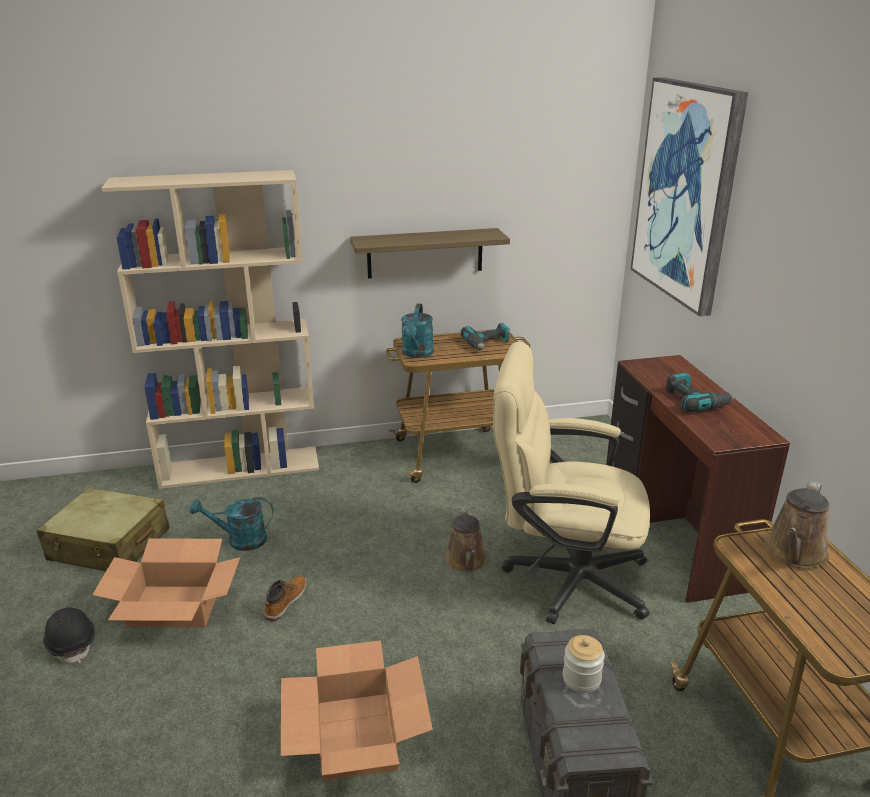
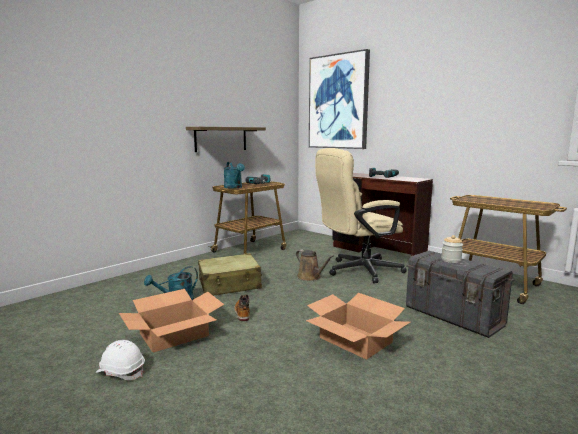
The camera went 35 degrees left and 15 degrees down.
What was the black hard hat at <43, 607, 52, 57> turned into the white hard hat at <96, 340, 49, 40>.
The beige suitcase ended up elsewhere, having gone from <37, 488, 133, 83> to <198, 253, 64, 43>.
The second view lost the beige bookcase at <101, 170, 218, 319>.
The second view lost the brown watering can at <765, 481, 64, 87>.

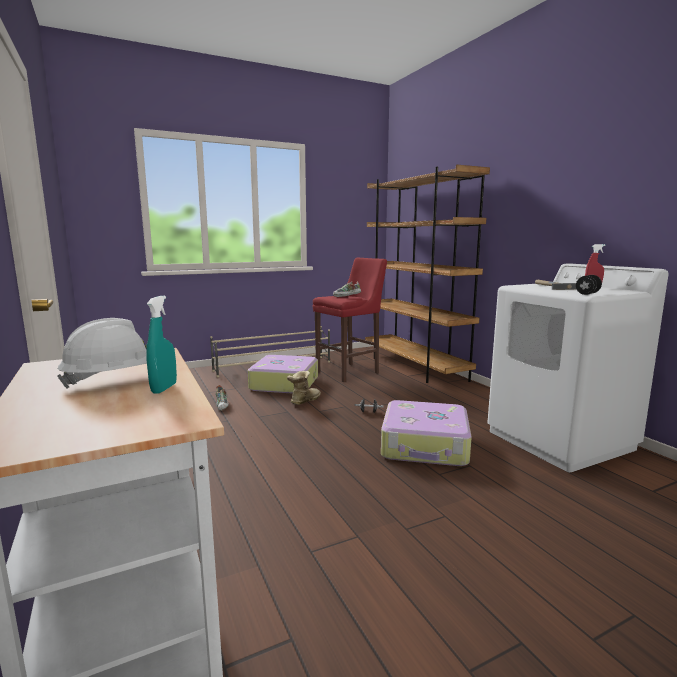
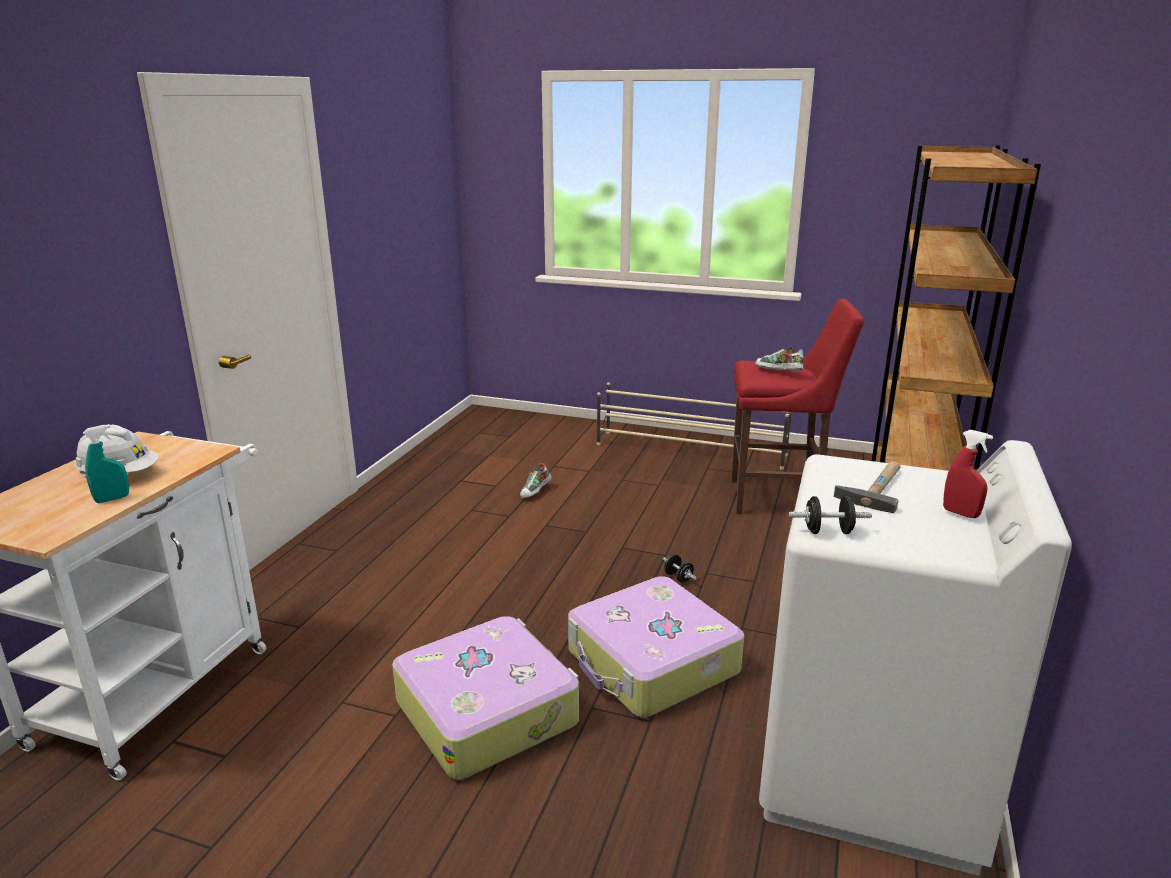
The camera went 45 degrees right and 10 degrees up.
The suitcase ended up elsewhere, having gone from <248, 355, 70, 39> to <392, 616, 187, 164>.
The second view lost the boot at <287, 371, 34, 34>.

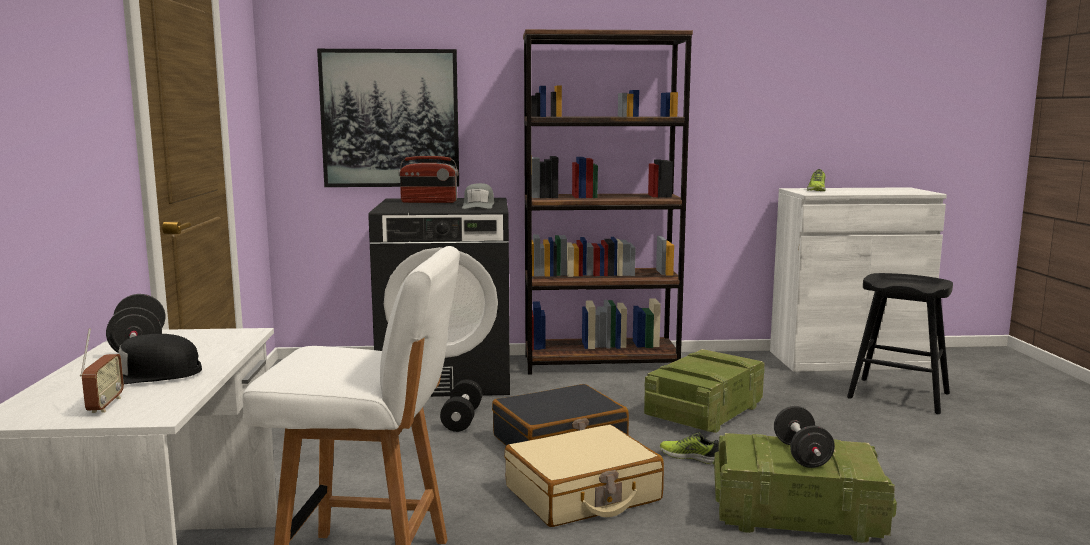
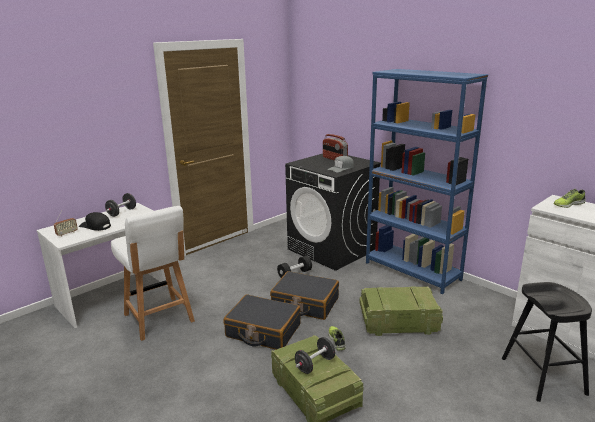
The camera went 50 degrees right and 10 degrees up.
What was the beige suitcase at <505, 424, 159, 103> turned into the black suitcase at <223, 294, 78, 56>.
What was the brown bookcase at <523, 29, 170, 346> turned into the blue bookcase at <366, 69, 122, 225>.
The second view lost the picture at <317, 49, 142, 138>.

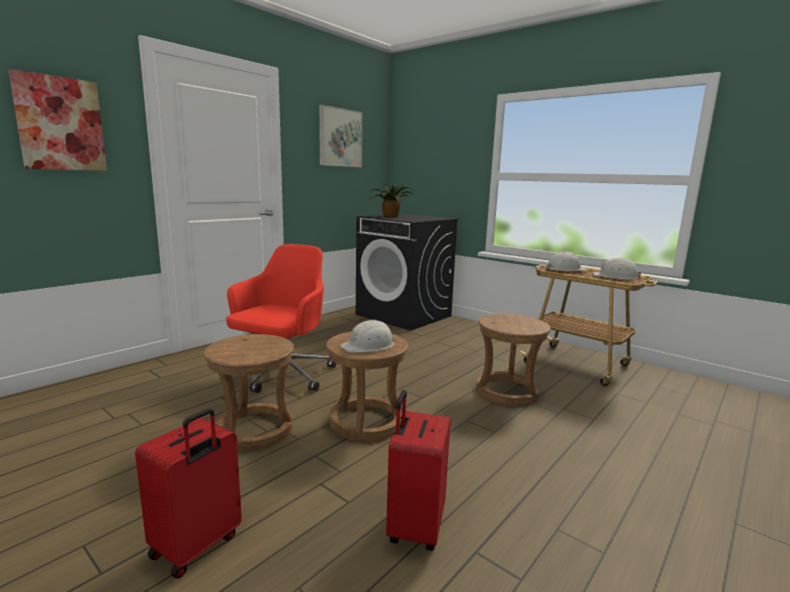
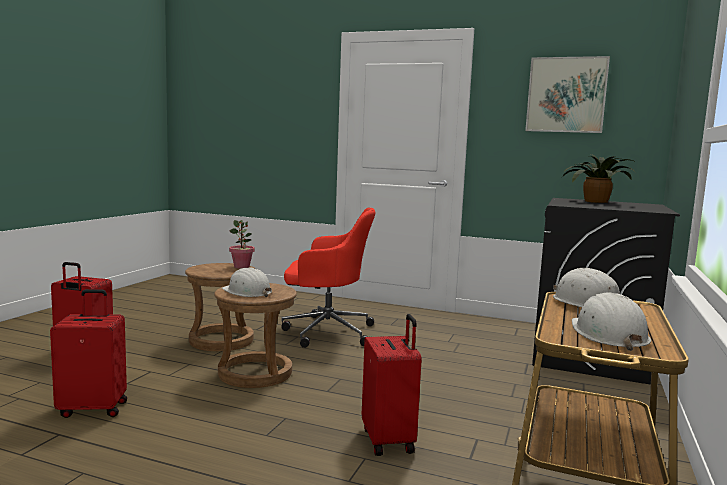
The camera went 70 degrees right and 5 degrees down.
The second view gained the potted plant at <229, 220, 26, 49>.
Where the brown stool stood at <476, 314, 75, 92>, the red suitcase came to stand at <362, 314, 60, 142>.
The second view lost the picture at <9, 69, 98, 102>.

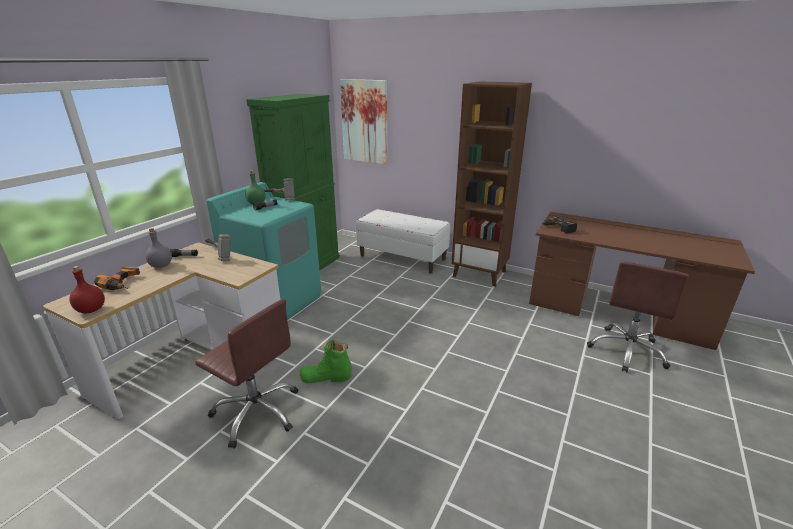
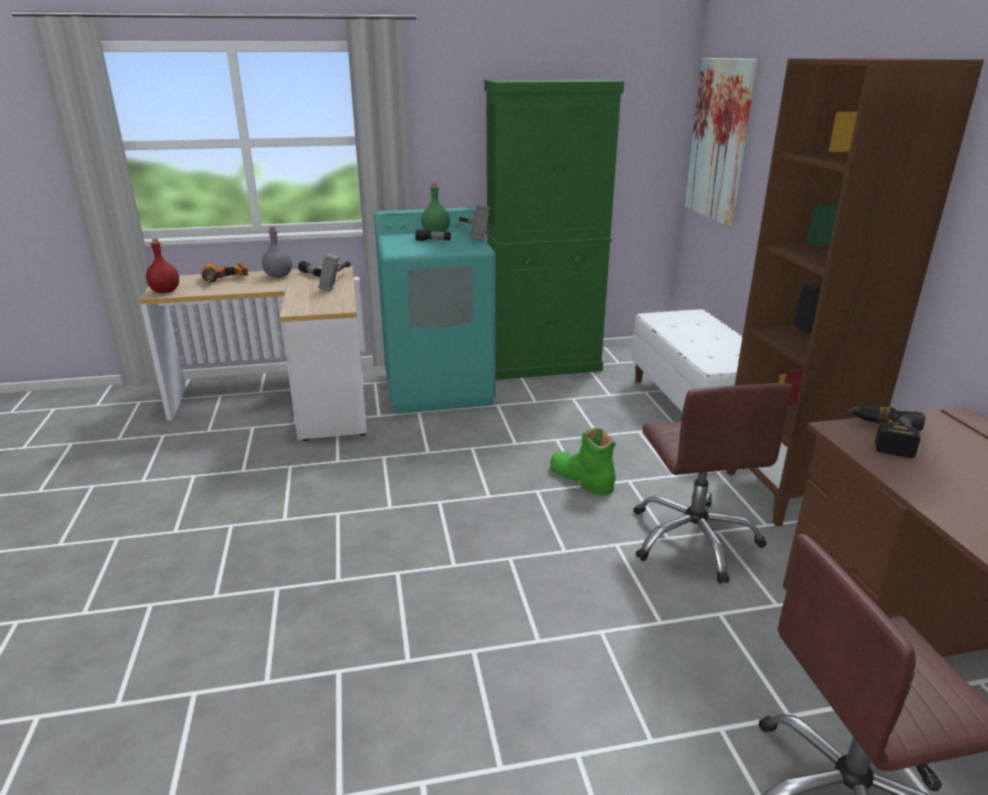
The camera went 50 degrees right and 0 degrees up.
The green boot ended up elsewhere, having gone from <300, 340, 52, 43> to <550, 428, 66, 67>.
The brown office chair ended up elsewhere, having gone from <195, 299, 103, 150> to <634, 383, 159, 201>.

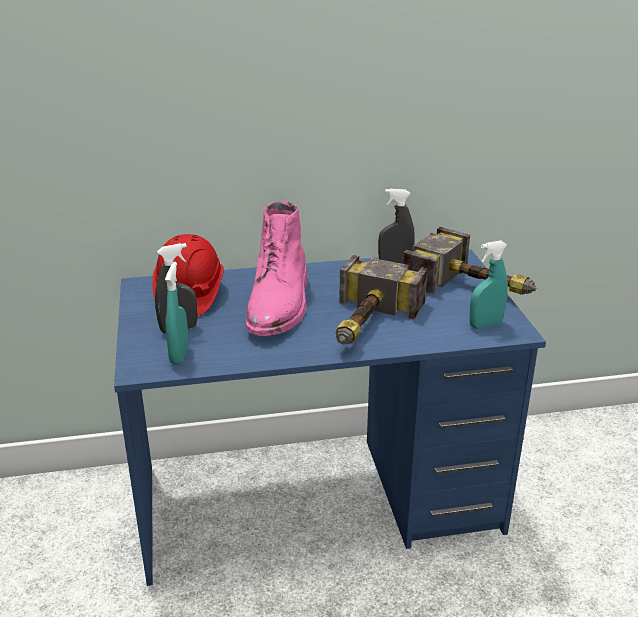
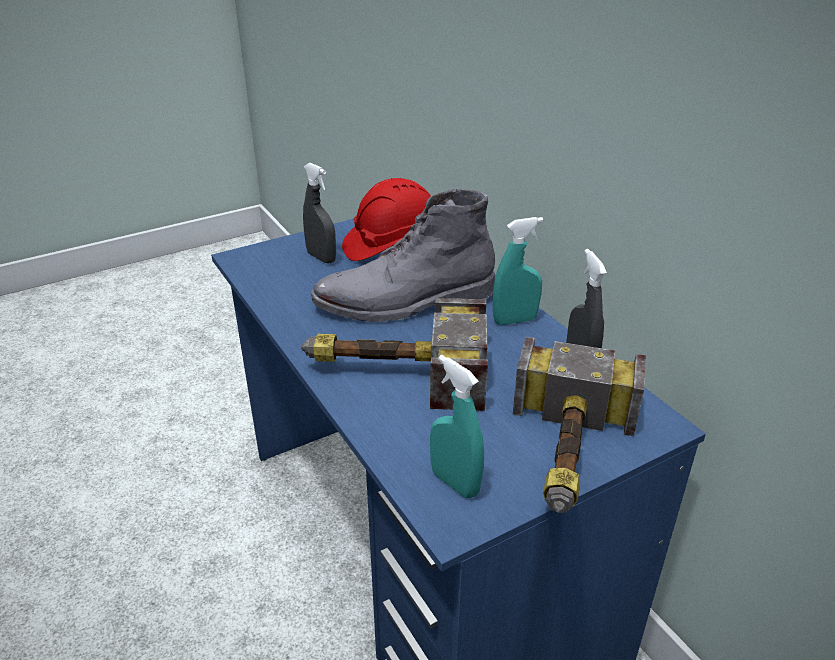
The camera went 70 degrees right and 5 degrees up.
What was the pink boot at <245, 201, 62, 135> turned into the grey boot at <311, 189, 184, 133>.
The turquoise spray bottle ended up elsewhere, having gone from <165, 262, 24, 103> to <493, 217, 50, 108>.

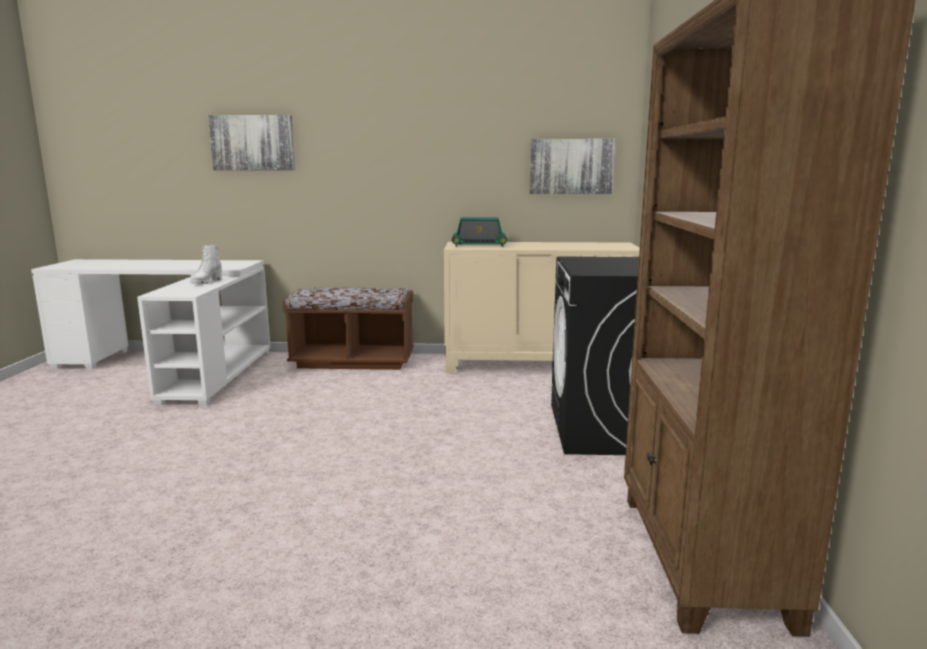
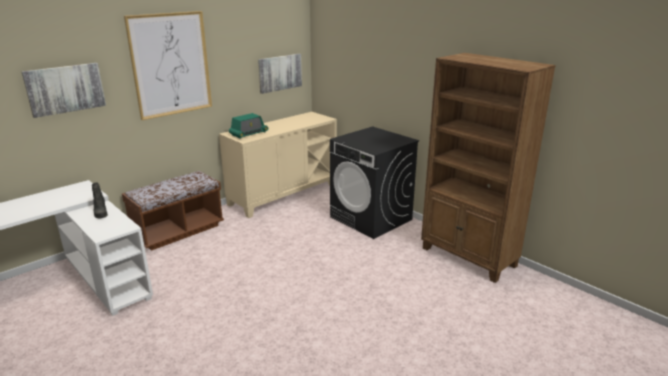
The camera went 45 degrees left and 10 degrees up.
What was the white boot at <190, 245, 32, 38> turned into the black boot at <92, 182, 16, 37>.
The second view gained the picture at <124, 11, 88, 109>.

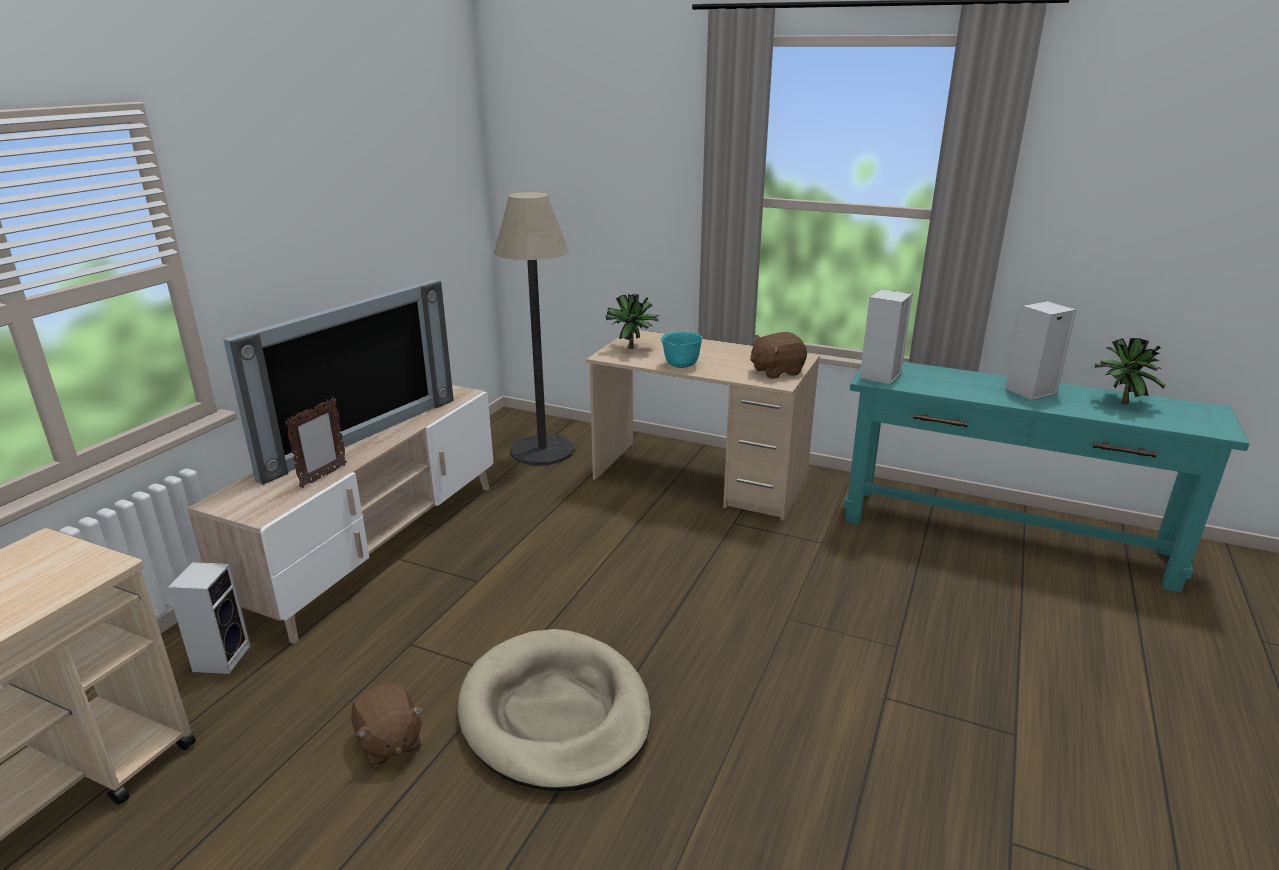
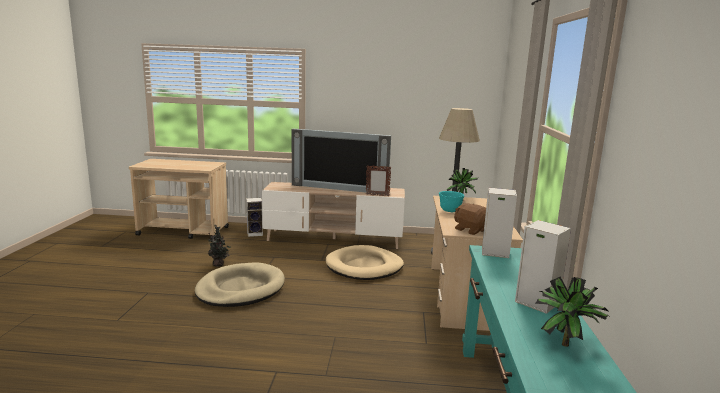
The camera went 70 degrees right and 10 degrees down.
Where the brown plush toy stood at <351, 684, 72, 82>, the potted plant came to stand at <208, 225, 23, 42>.
The second view gained the beige dog bed at <326, 245, 78, 35>.
The picture frame ended up elsewhere, having gone from <285, 397, 62, 91> to <366, 166, 25, 30>.

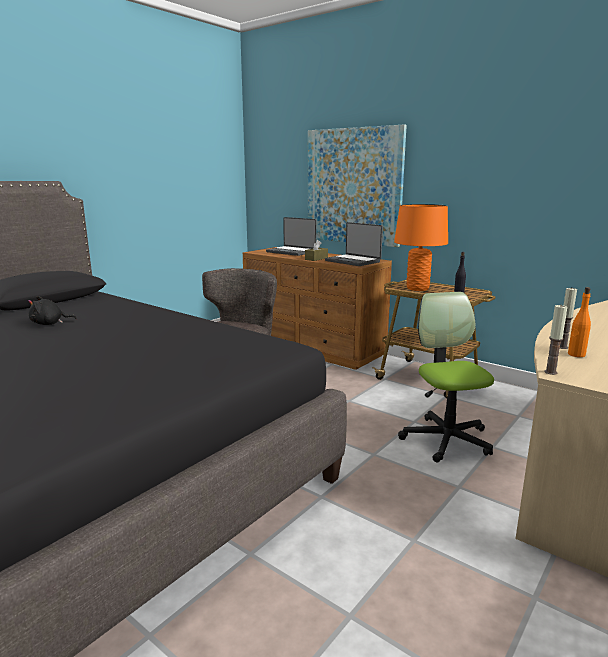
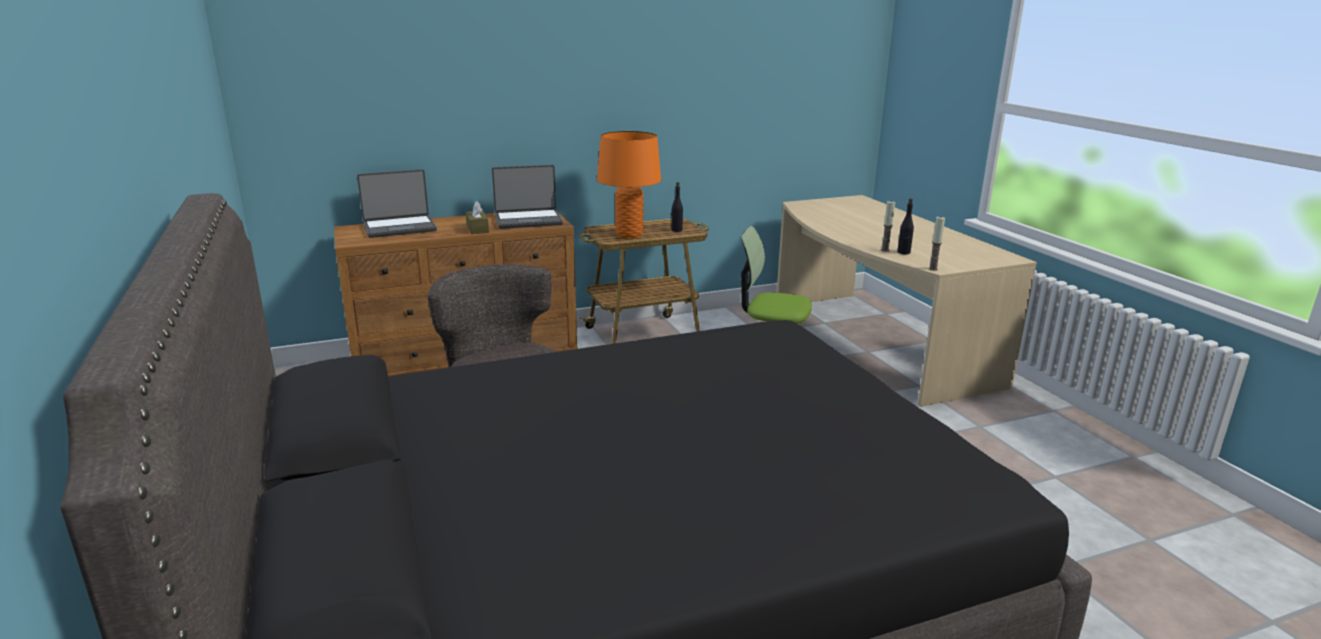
The camera went 60 degrees left and 5 degrees up.
What was the orange bottle at <568, 287, 23, 70> turned into the black bottle at <897, 198, 17, 56>.
The second view lost the black plush toy at <28, 296, 49, 29>.
The second view lost the picture at <308, 125, 99, 122>.

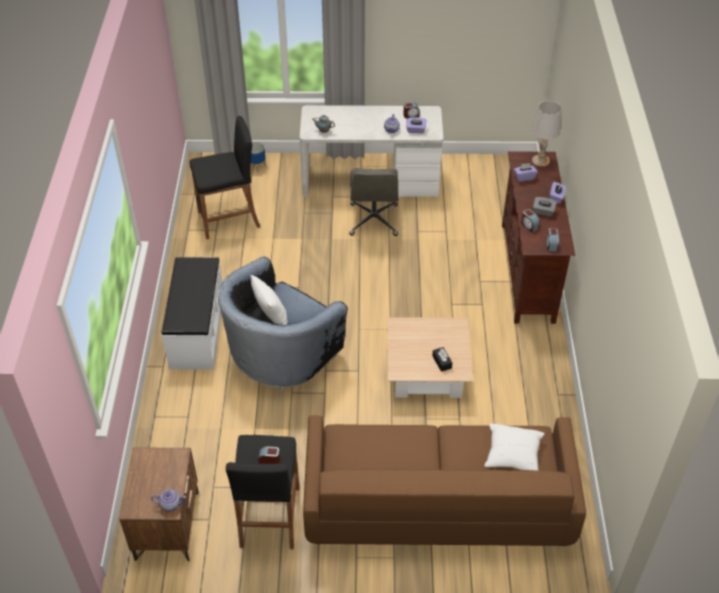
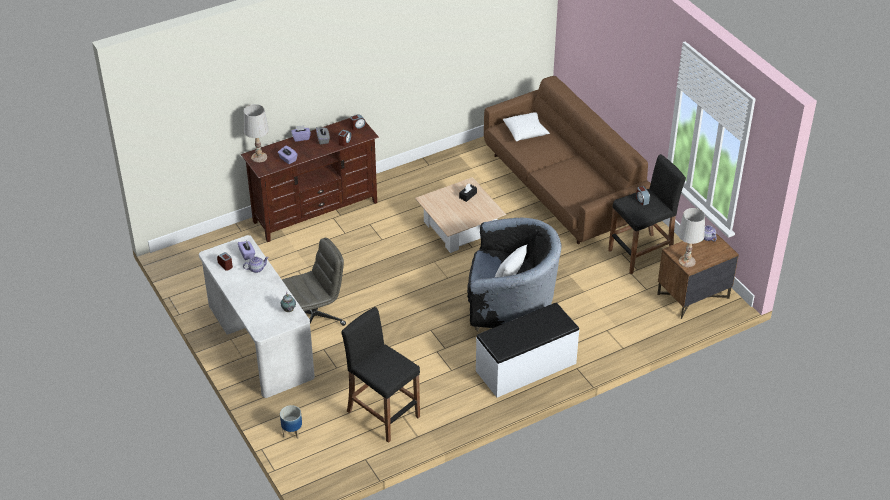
The camera went 120 degrees left and 5 degrees down.
The second view gained the white table lamp at <678, 208, 27, 59>.

